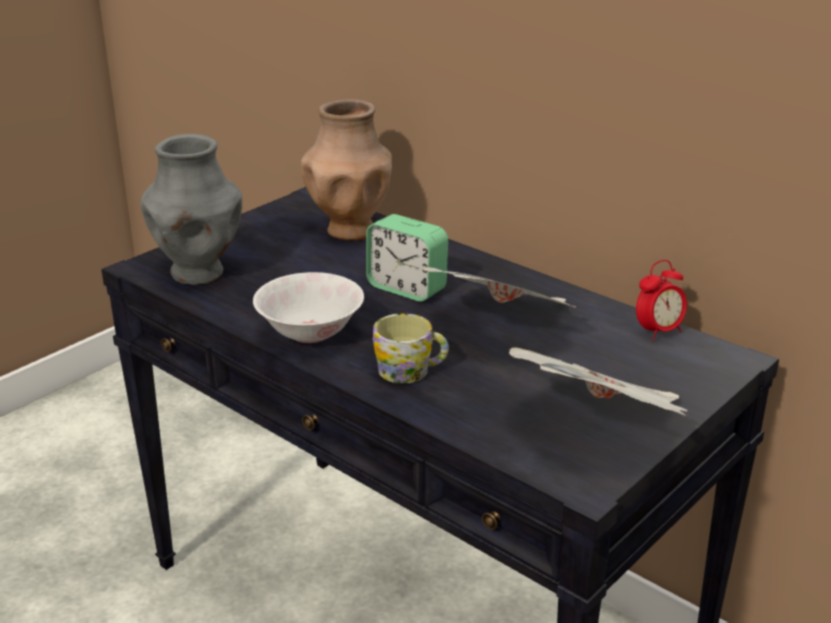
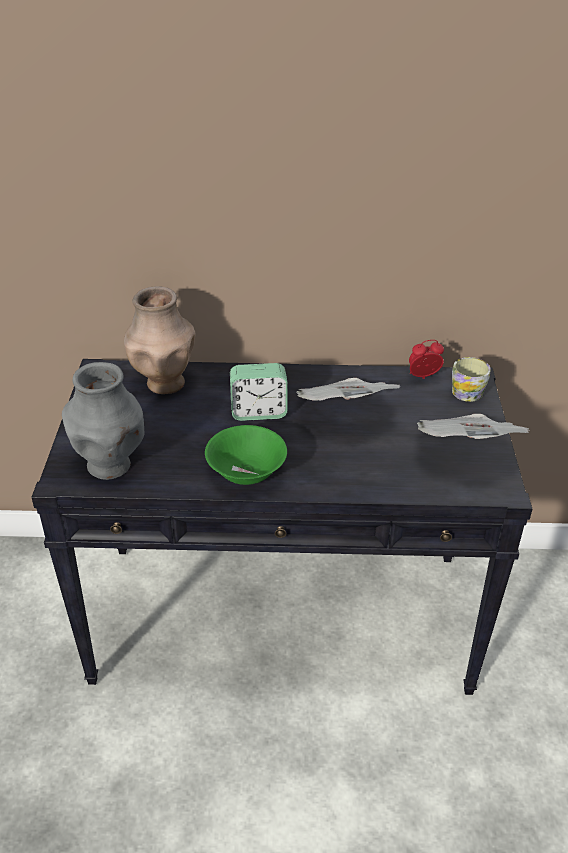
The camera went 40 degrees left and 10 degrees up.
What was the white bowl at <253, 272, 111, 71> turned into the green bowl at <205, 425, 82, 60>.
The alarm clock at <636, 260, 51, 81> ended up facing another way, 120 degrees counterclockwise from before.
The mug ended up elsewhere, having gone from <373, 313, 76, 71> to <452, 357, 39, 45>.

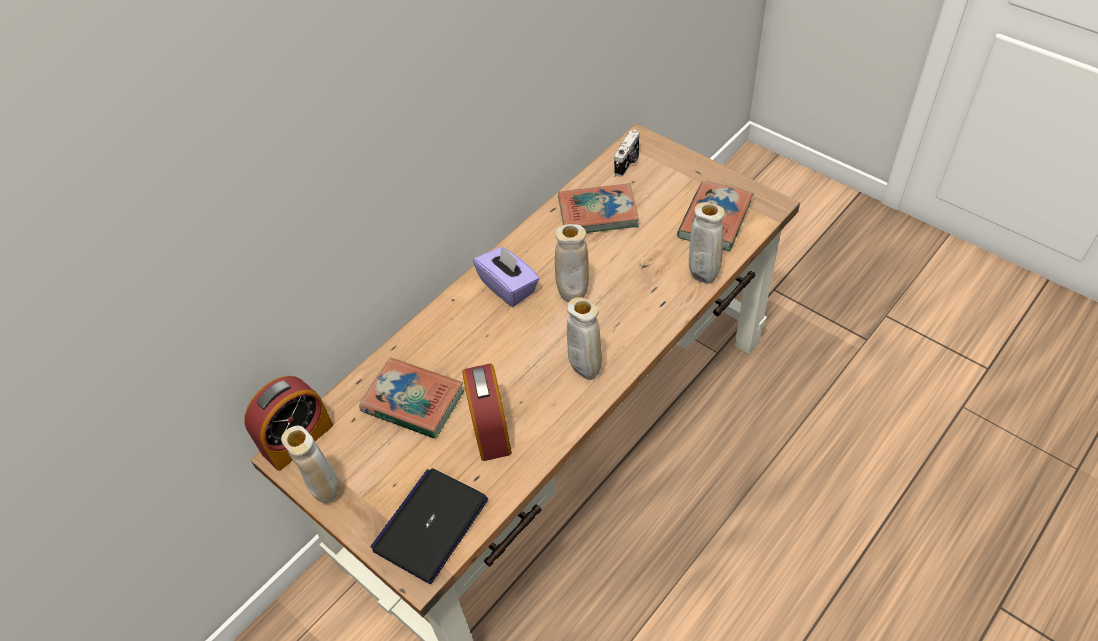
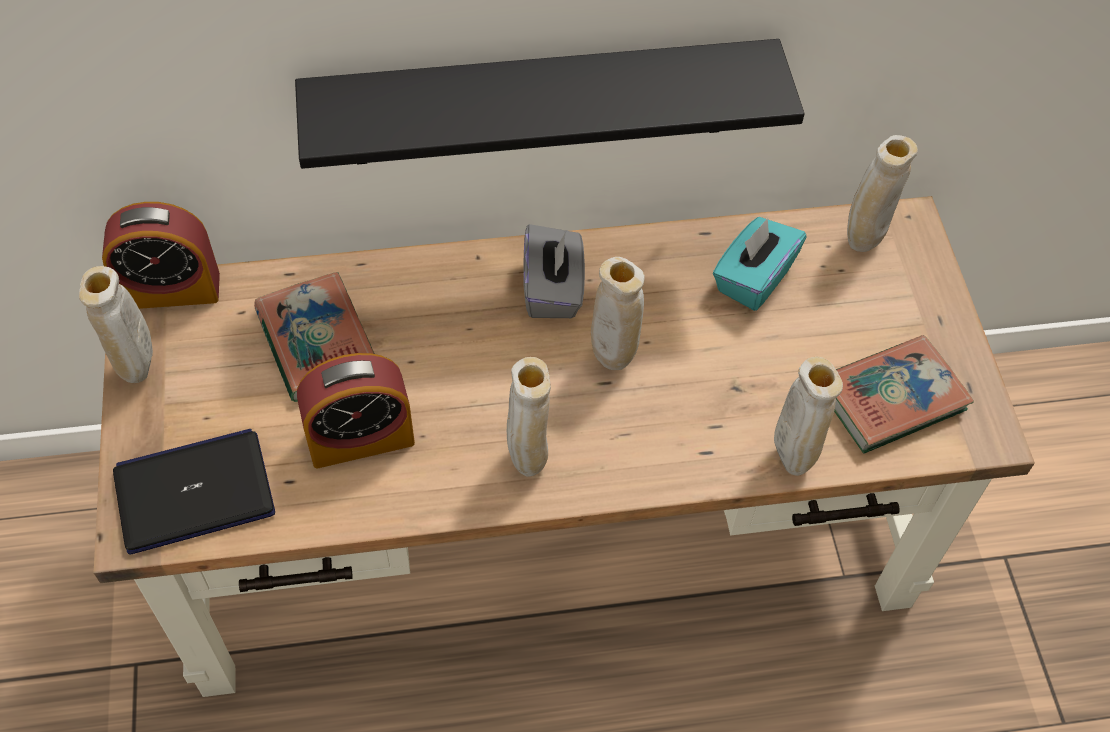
The camera went 35 degrees right and 5 degrees up.
The second view gained the black shelf at <295, 39, 509, 130>.
The alarm clock at <462, 364, 50, 97> ended up facing another way, 45 degrees clockwise from before.
What was the purple tissue box at <473, 246, 67, 61> turned into the grey tissue box at <524, 224, 61, 94>.
Where the book stood at <558, 183, 81, 50>, the turquoise tissue box came to stand at <713, 217, 94, 94>.
Where the photo camera stood at <614, 130, 25, 47>, the beige vase came to stand at <847, 135, 71, 117>.

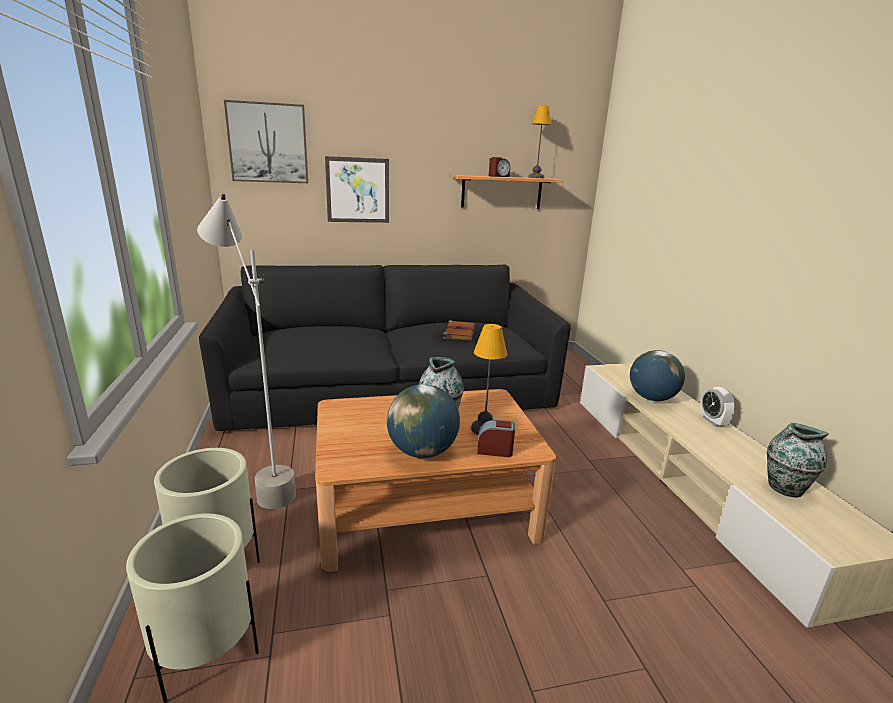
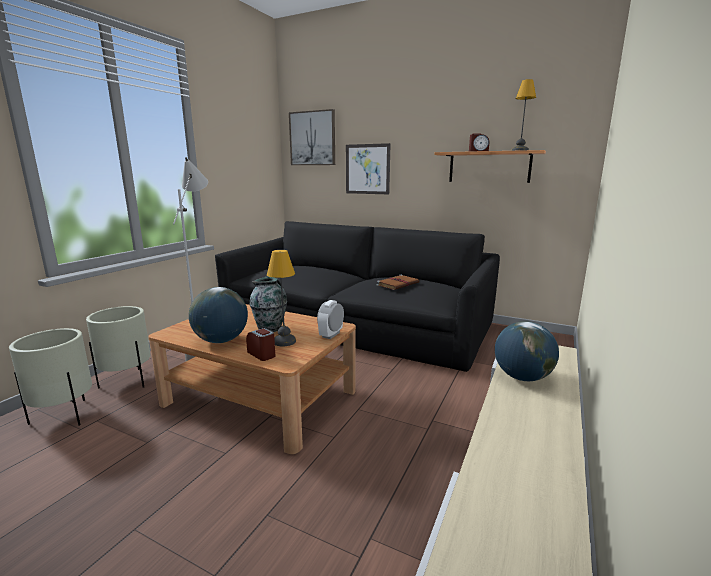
The camera went 40 degrees right and 5 degrees down.
The alarm clock ended up elsewhere, having gone from <700, 387, 36, 40> to <317, 300, 27, 39>.
The second view lost the vase at <767, 423, 62, 75>.

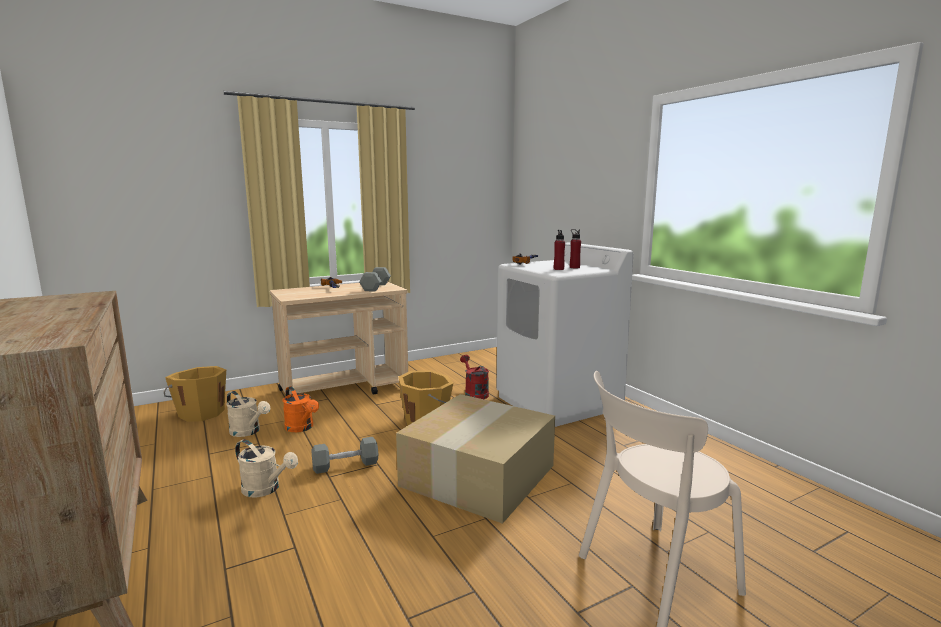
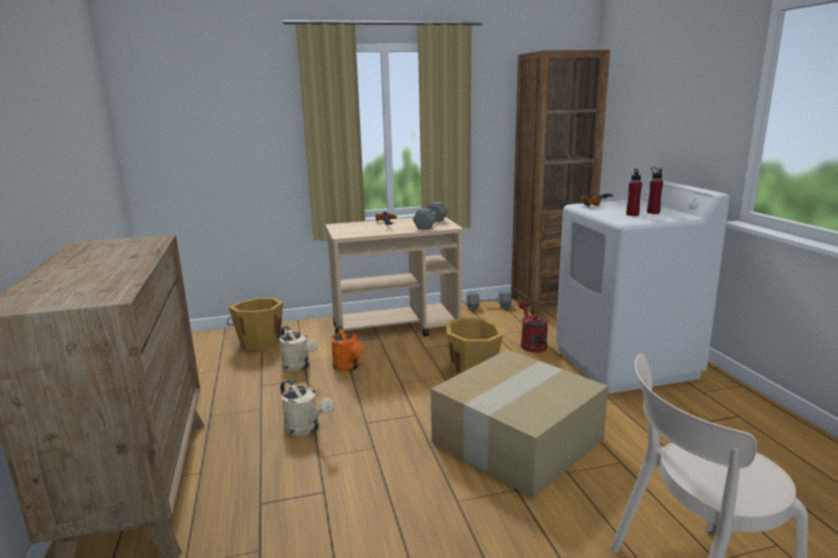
The camera went 15 degrees right and 5 degrees up.
The grey dumbbell ended up elsewhere, having gone from <311, 437, 68, 37> to <467, 289, 45, 21>.
The second view gained the brown bookcase at <511, 50, 99, 265>.

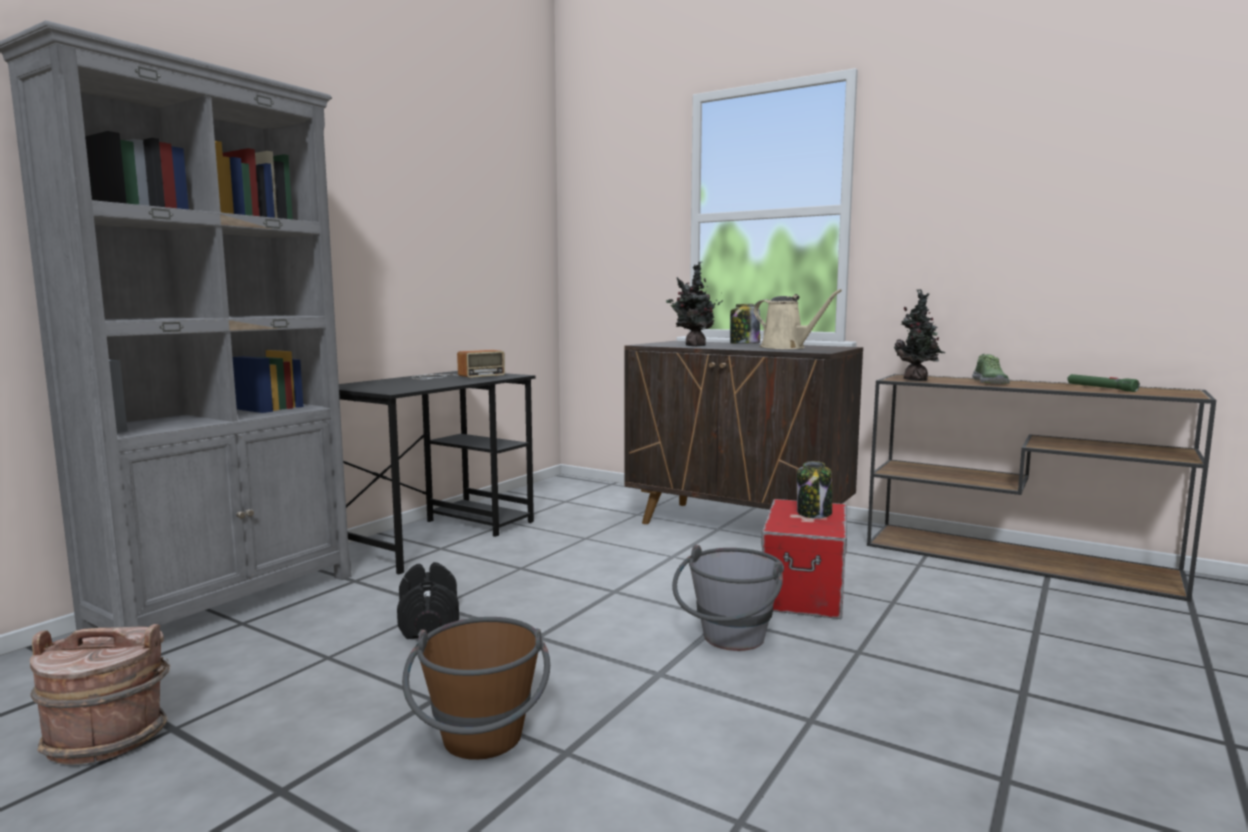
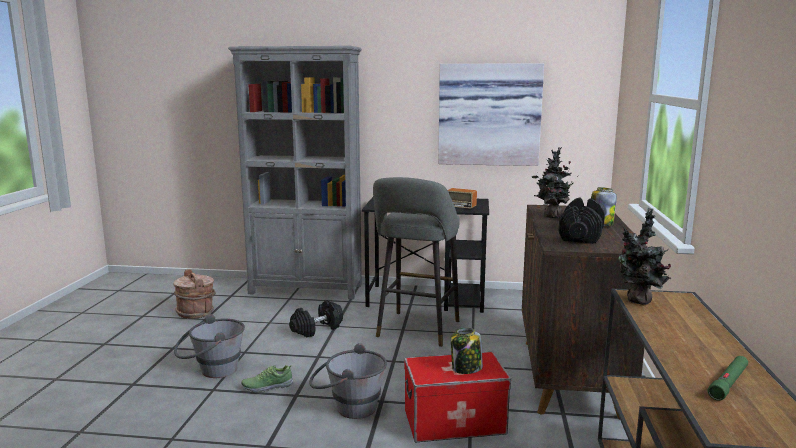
The camera went 65 degrees right and 5 degrees up.
What was the brown bucket at <402, 617, 148, 143> turned into the grey bucket at <174, 314, 71, 64>.
The shoe ended up elsewhere, having gone from <972, 354, 38, 30> to <241, 365, 52, 28>.
The second view gained the grey stool at <373, 177, 86, 170>.
The second view gained the picture at <438, 64, 106, 102>.
Where the beige watering can stood at <753, 289, 89, 60>, the black dumbbell came to stand at <559, 198, 46, 46>.

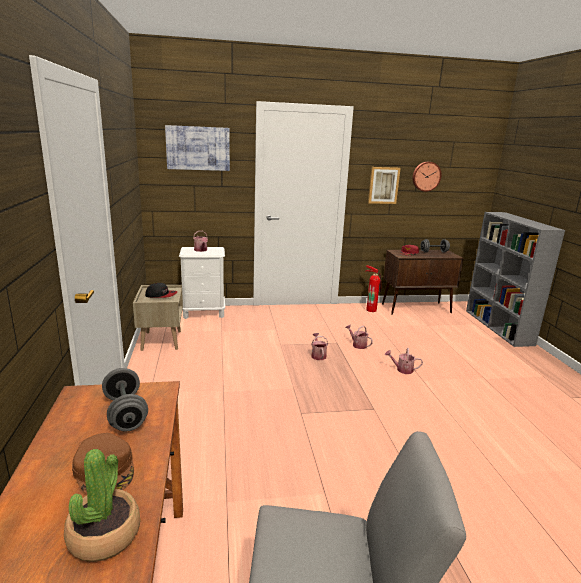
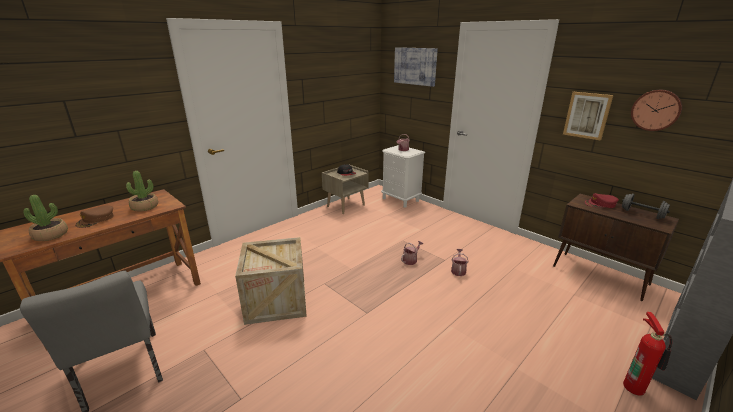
The camera went 55 degrees right and 5 degrees up.
Where the grey dumbbell stood at <102, 368, 46, 63>, the potted plant came to stand at <126, 171, 32, 41>.
The second view gained the crate at <235, 237, 72, 88>.
The fire extinguisher ended up elsewhere, having gone from <366, 265, 15, 47> to <623, 312, 49, 84>.
The second view lost the watering can at <385, 348, 38, 26>.

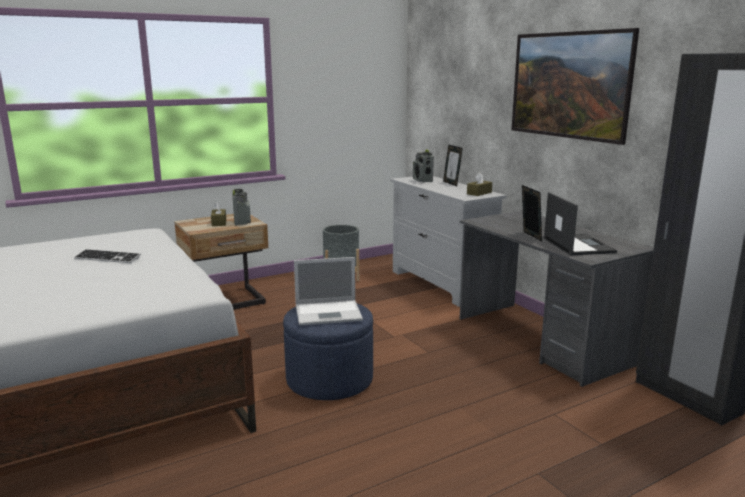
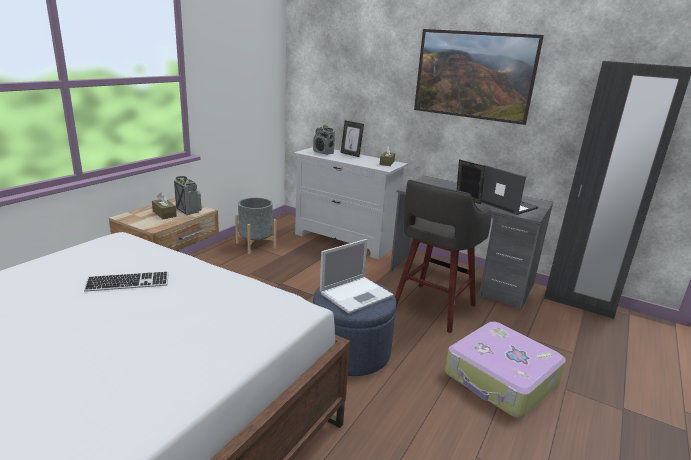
The camera went 30 degrees left and 5 degrees up.
The second view gained the grey stool at <395, 180, 96, 153>.
The second view gained the suitcase at <445, 322, 121, 96>.

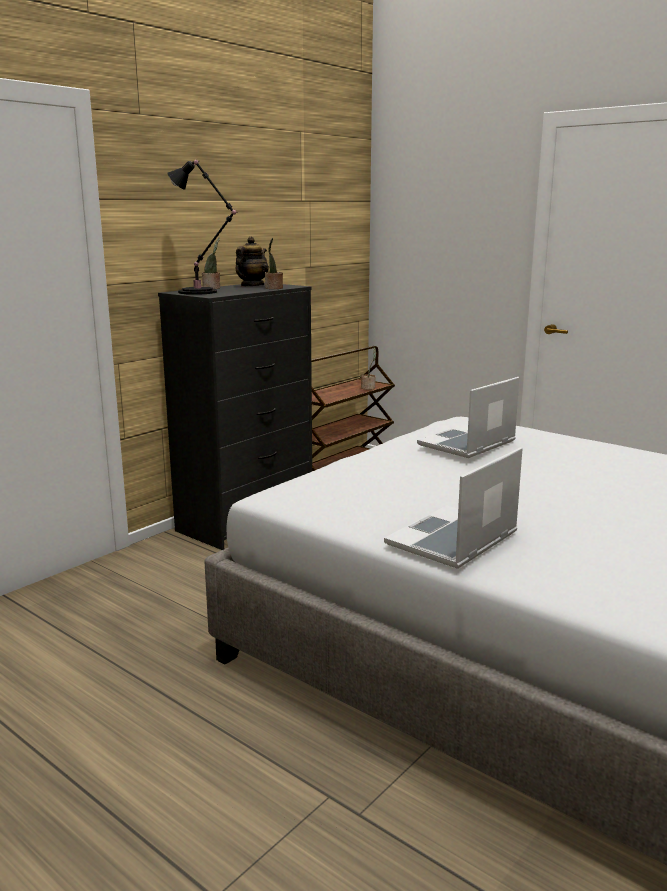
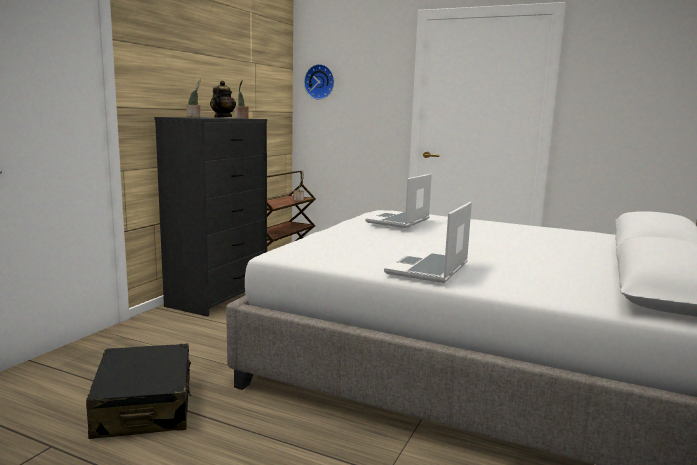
The camera went 15 degrees left and 5 degrees down.
The second view gained the black suitcase at <86, 343, 105, 96>.
The second view gained the wall clock at <304, 64, 30, 36>.
The second view lost the black table lamp at <167, 160, 69, 135>.

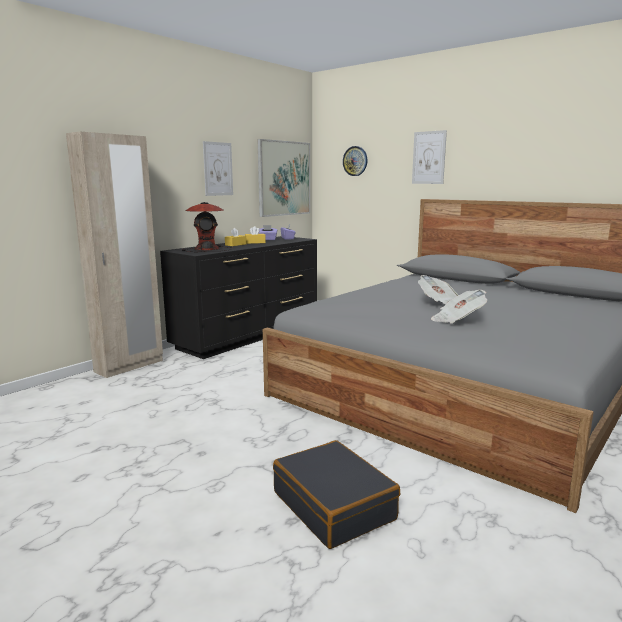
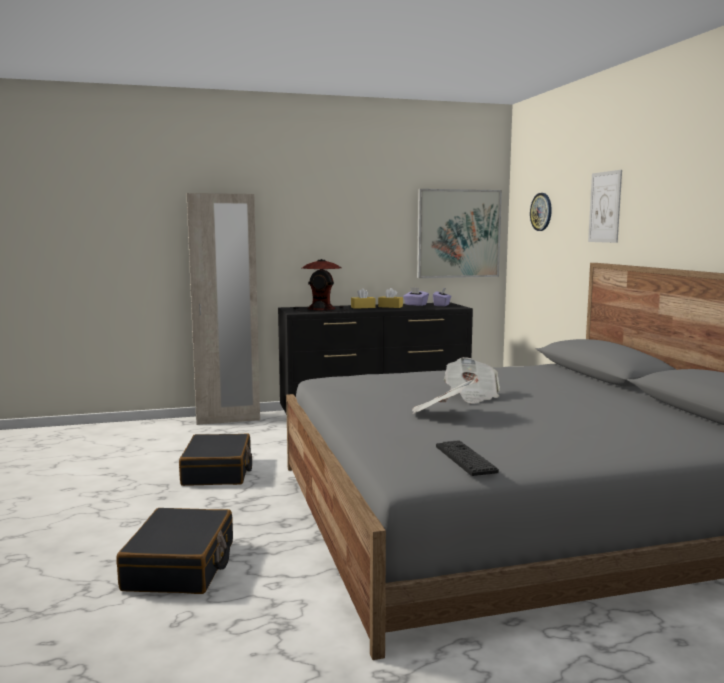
The camera went 35 degrees right and 5 degrees down.
The second view gained the black suitcase at <179, 433, 73, 53>.
The second view gained the keyboard at <436, 440, 63, 36>.
The second view lost the picture at <203, 141, 30, 55>.

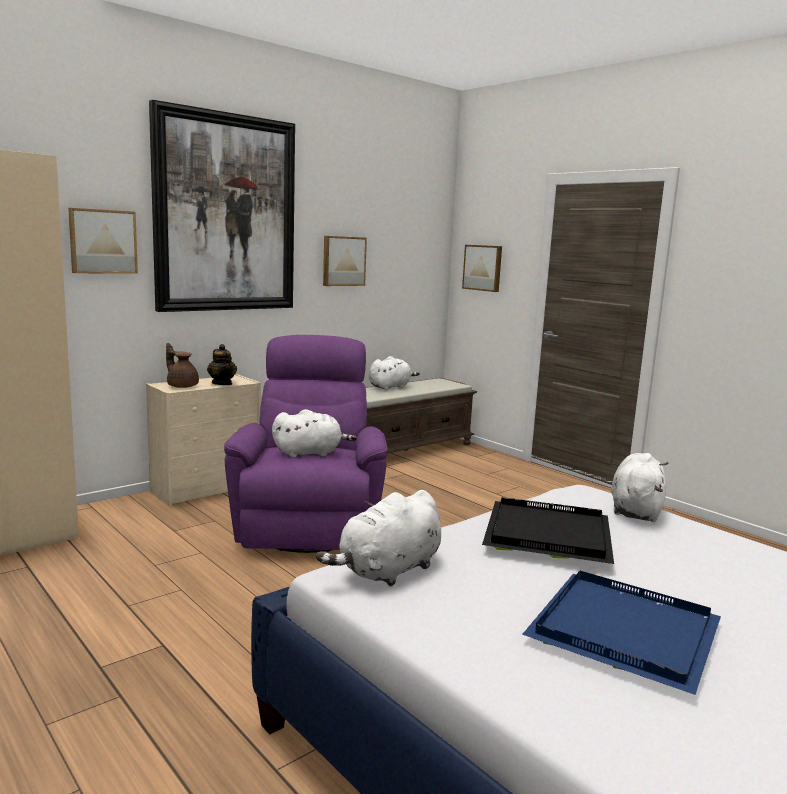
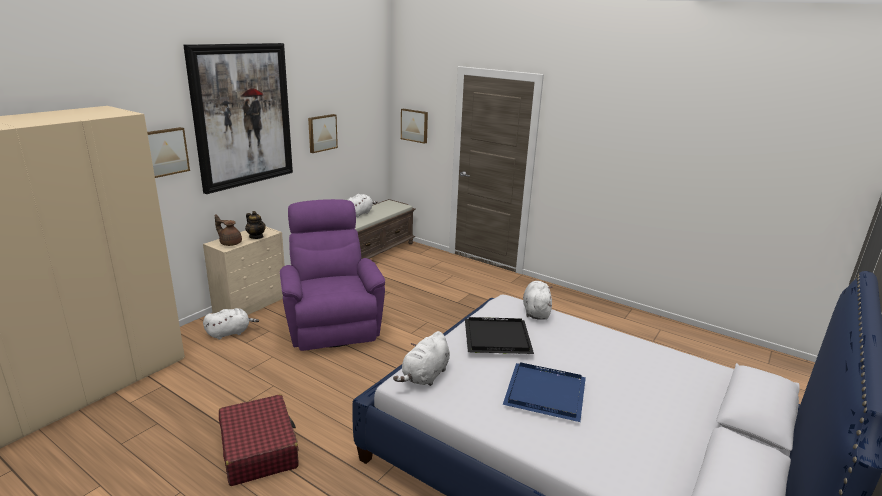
The camera went 15 degrees left and 10 degrees up.
The white plush toy ended up elsewhere, having gone from <272, 409, 85, 48> to <203, 308, 56, 32>.
The second view gained the red suitcase at <219, 394, 80, 92>.

